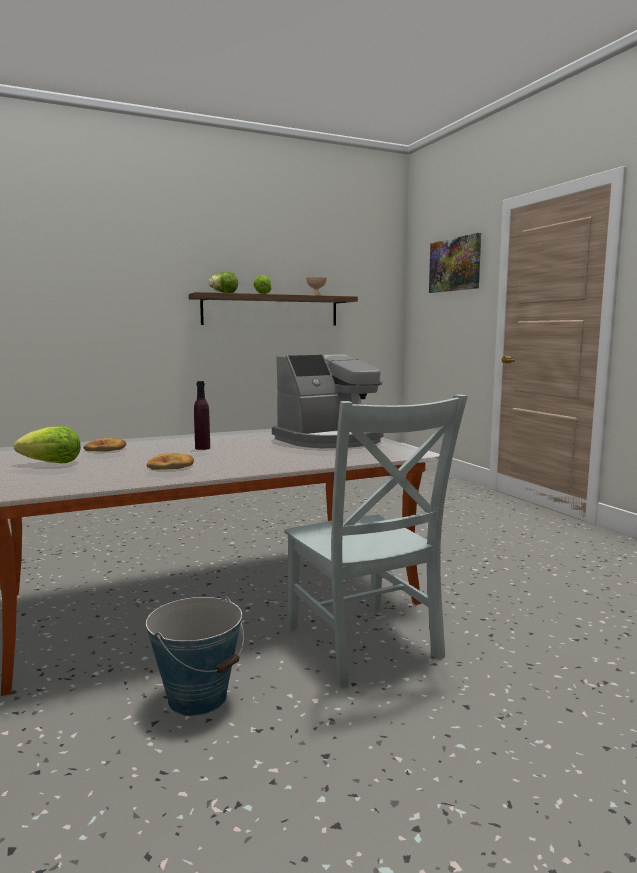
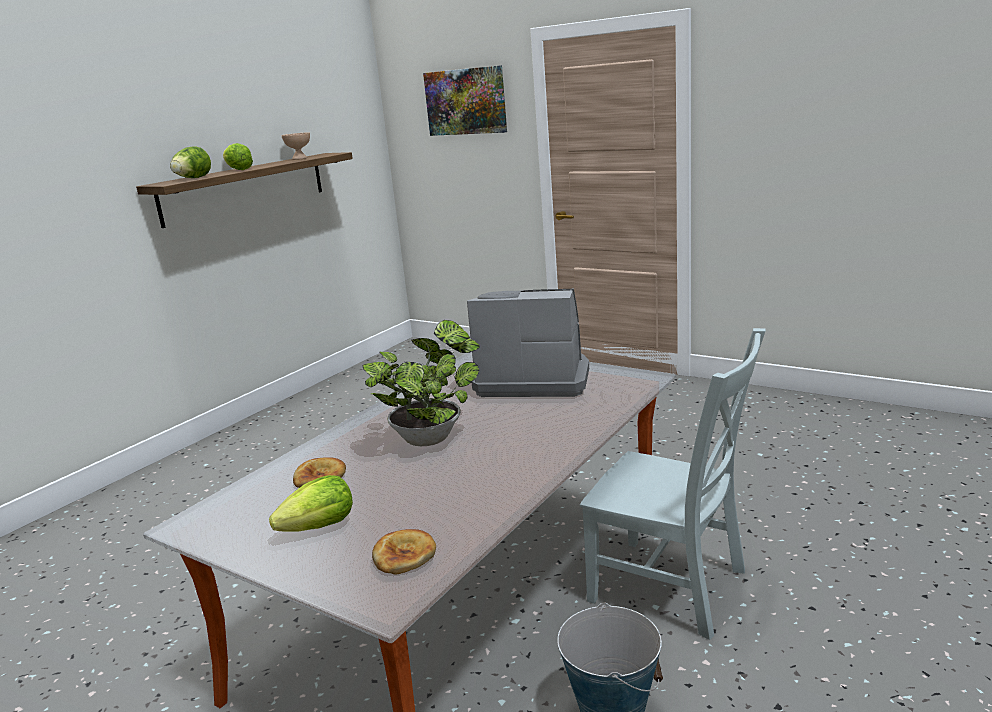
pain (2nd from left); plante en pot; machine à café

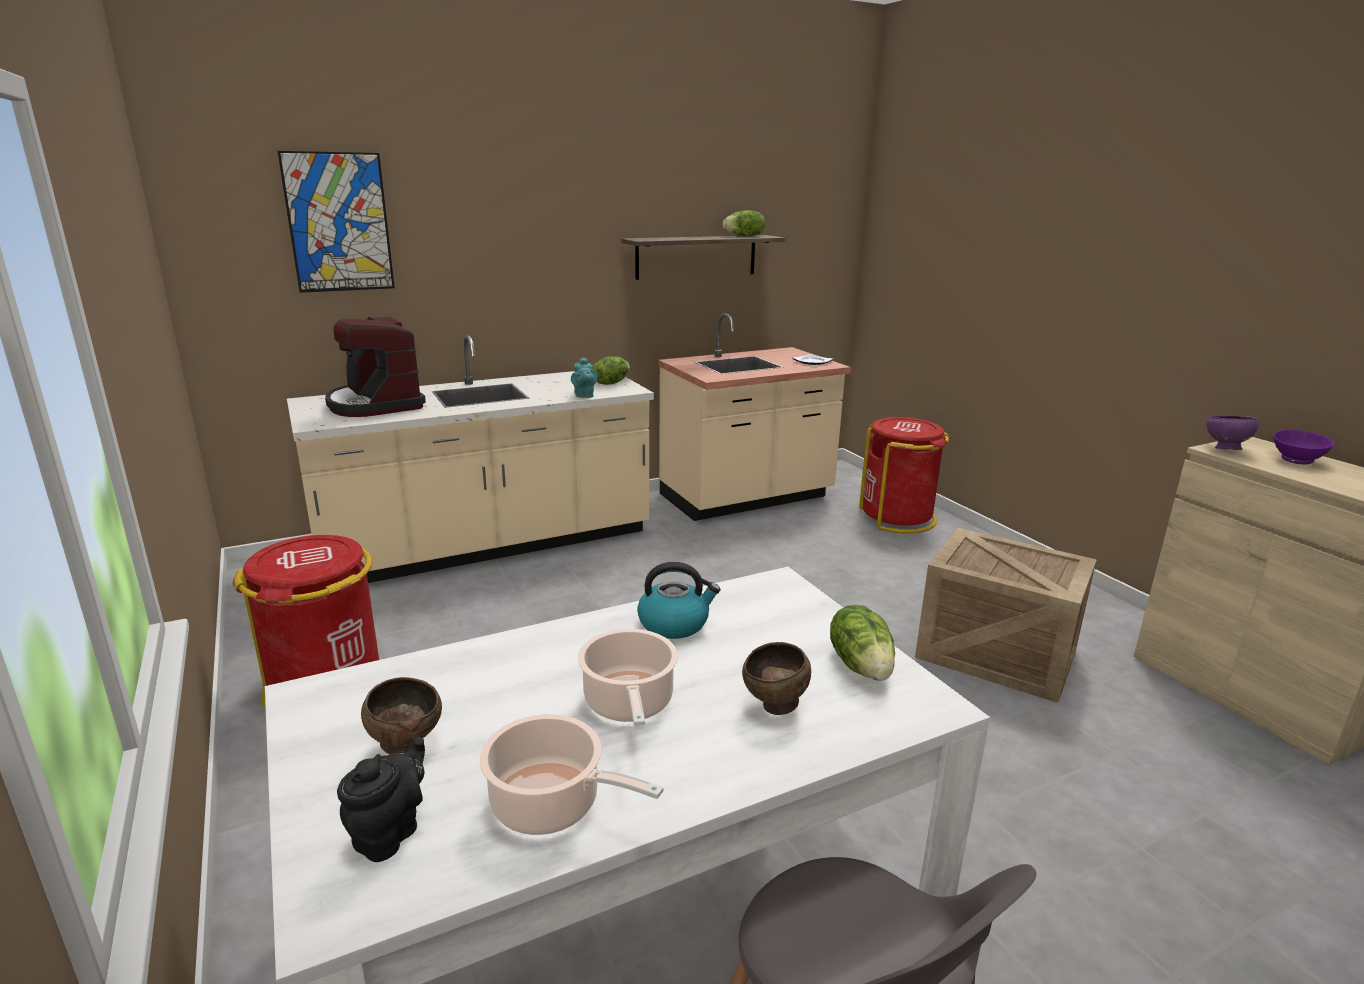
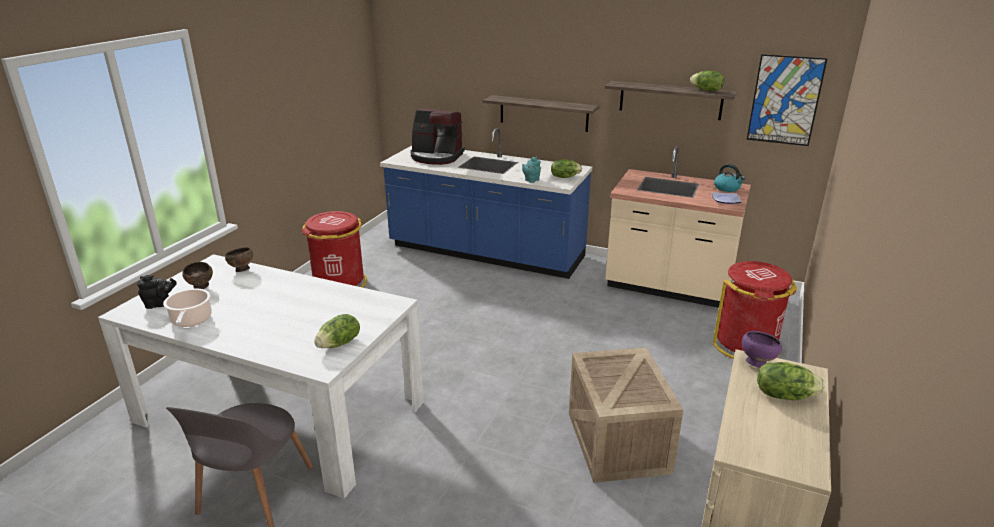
tableau; comptoir de cuisine [bleu]; machine à café; marmite (2nd from left in the first image); bouilloire; bol [marron] (2nd from left); laitue (4th from left); étagère (1st from left)

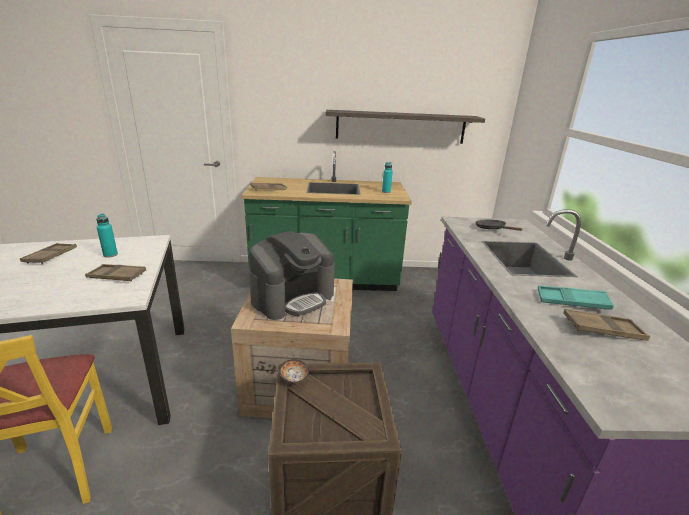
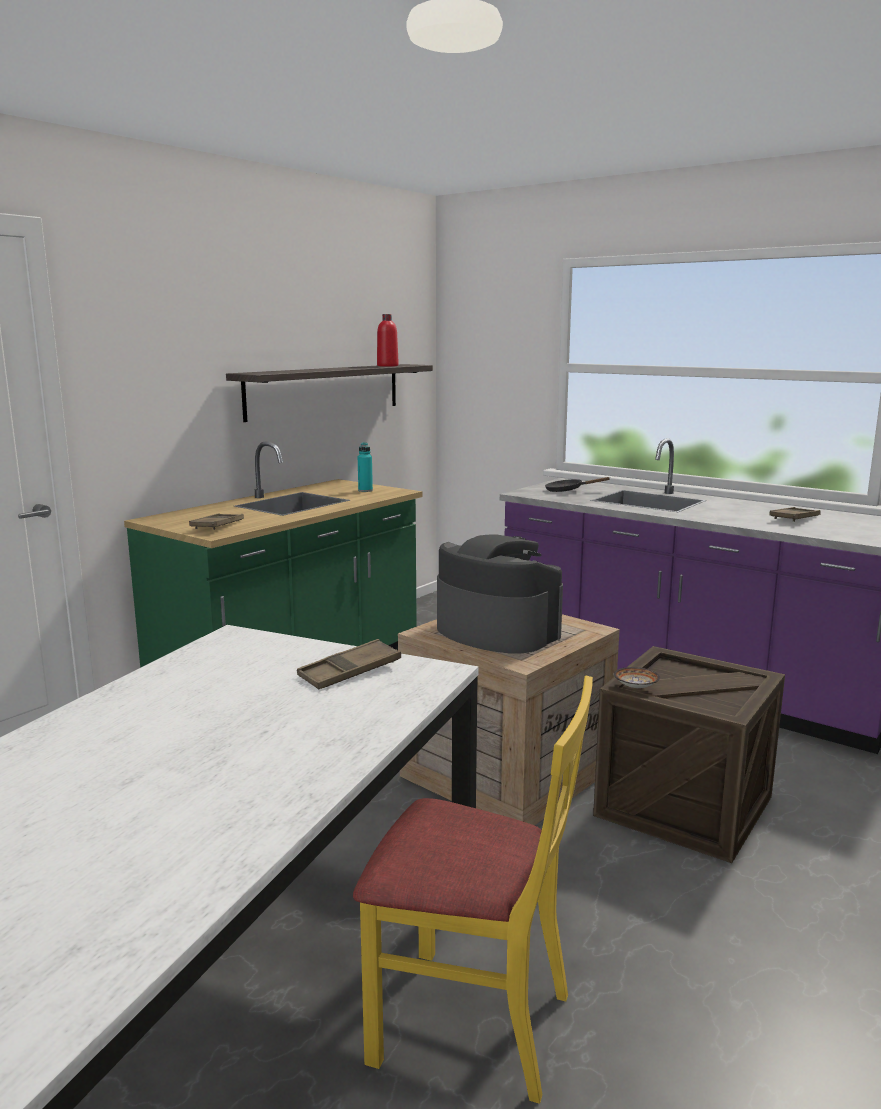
plateau [marron] (1st from left in the first image); bouteille [turquoise] (1st from left in the first image); machine à café; plateau [turquoise]; bouteille [rouge]

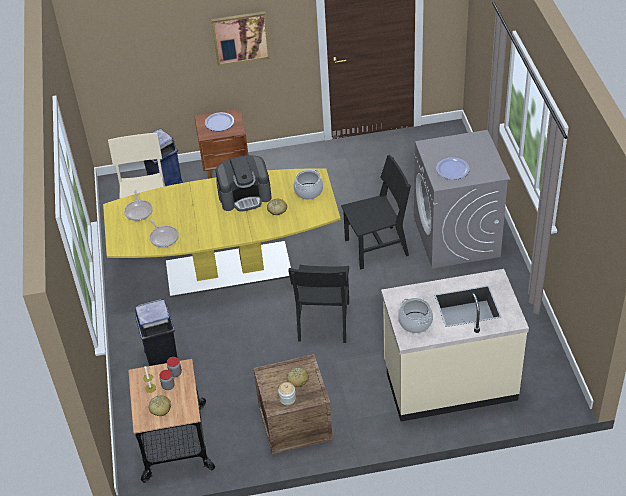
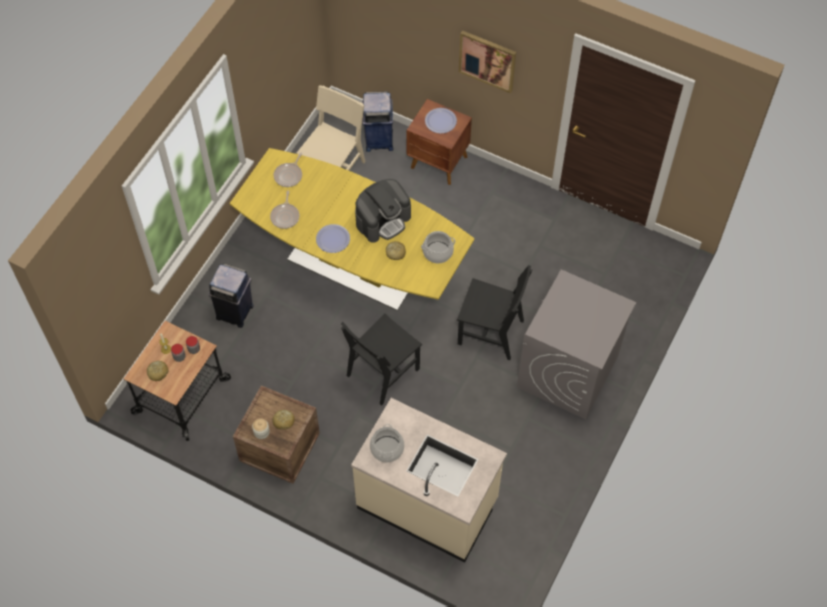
machine à café; assiette (1st from left)

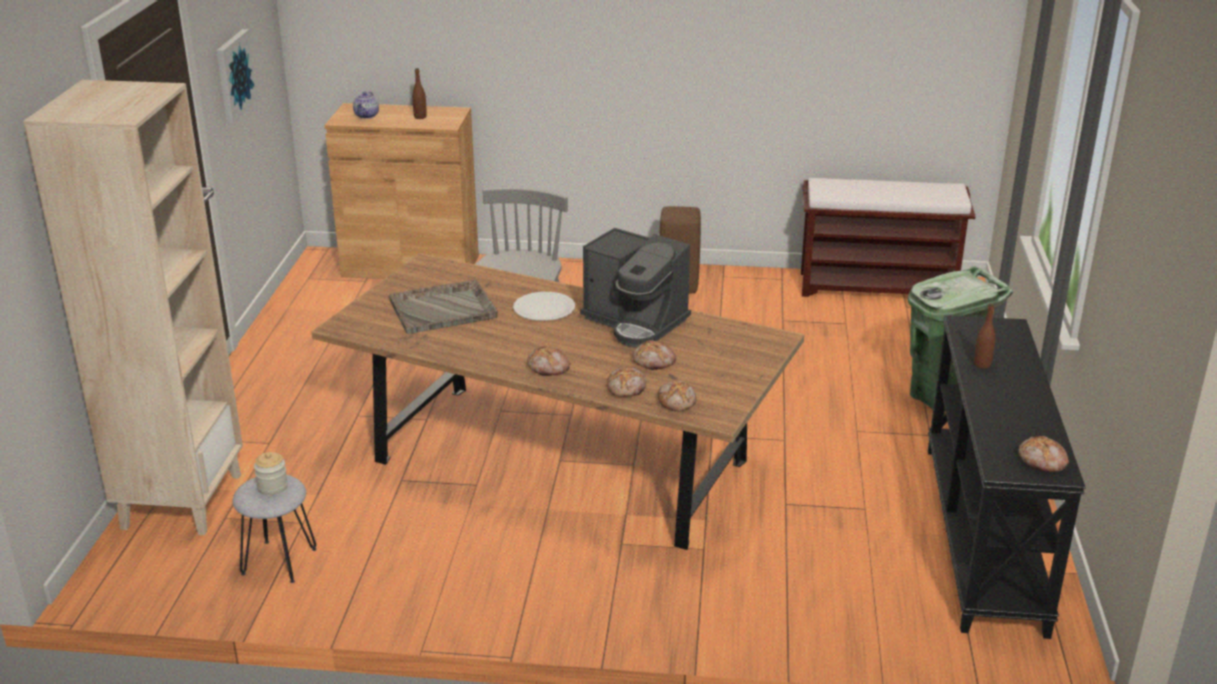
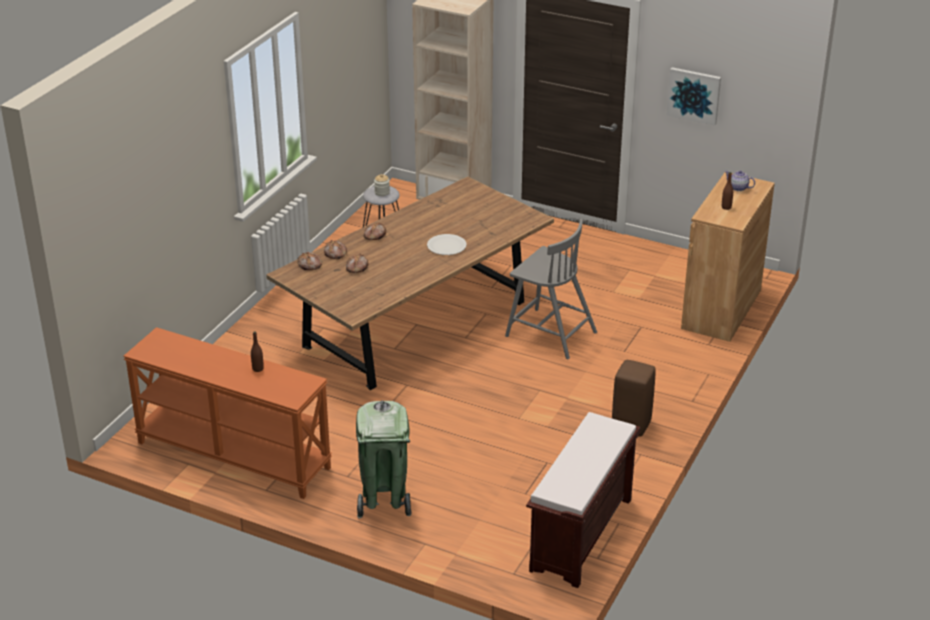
plateau [gris]; machine à café; table console [orange]; pain (5th from left in the first image)

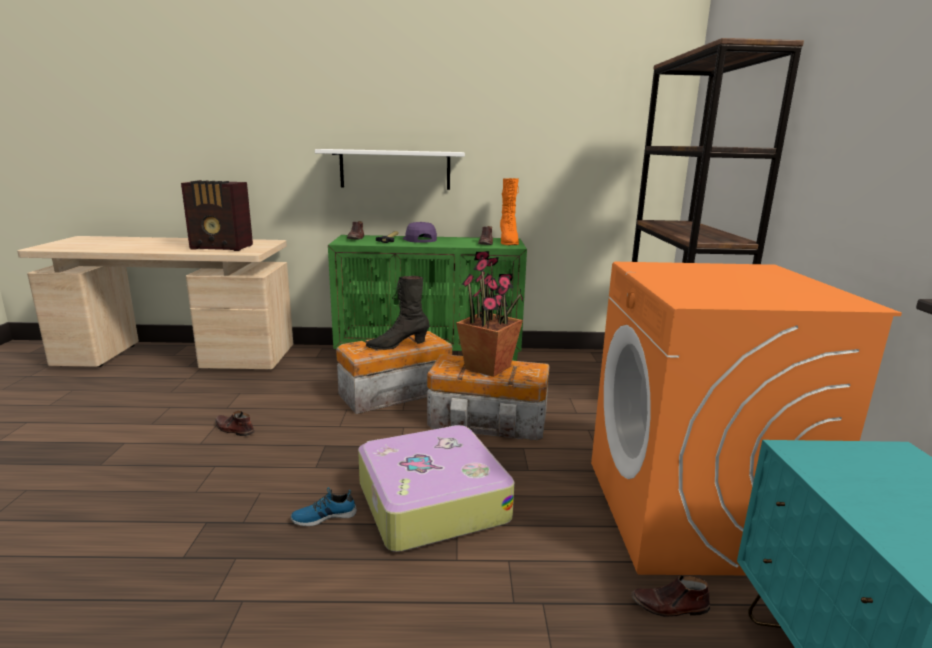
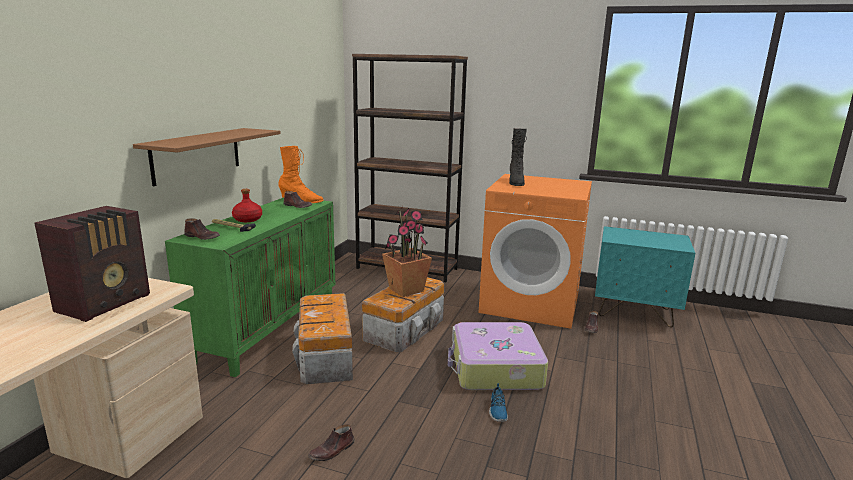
étagère [marron]; botte [noir]; bouteille [rouge]

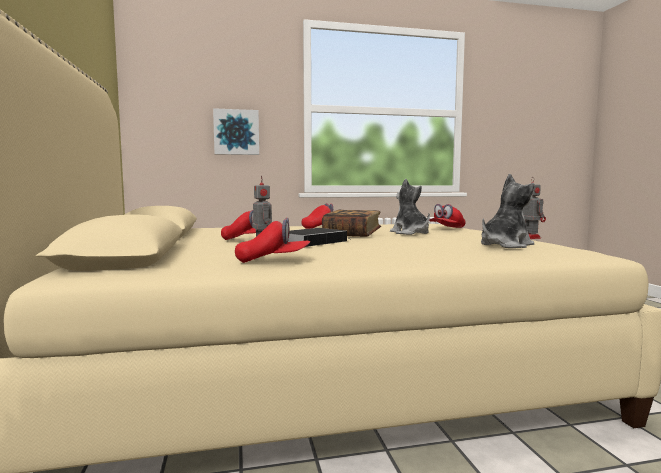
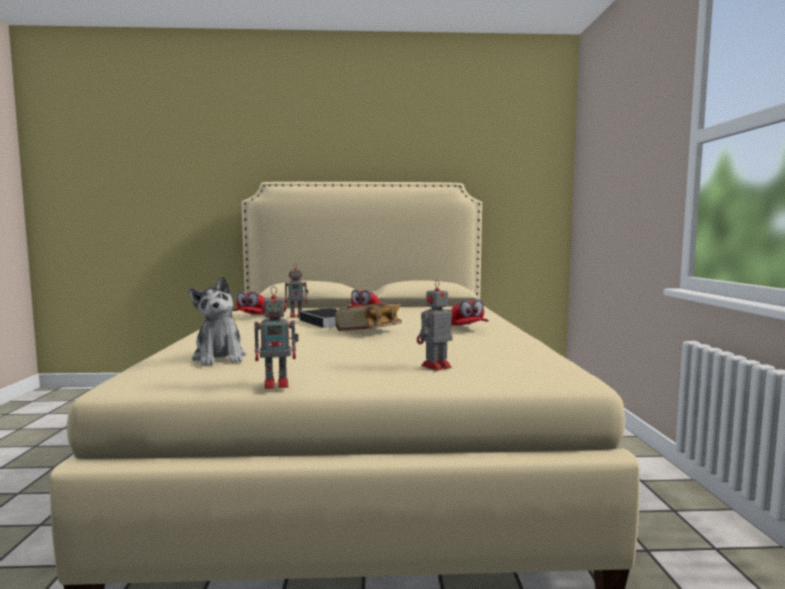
tableau; peluche (1st from left in the first image); robot jouet (3rd from left)

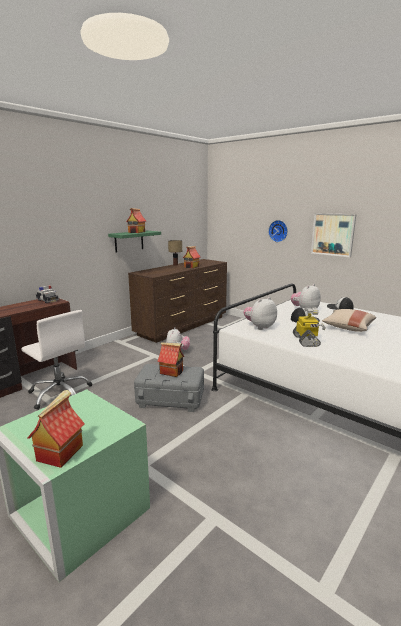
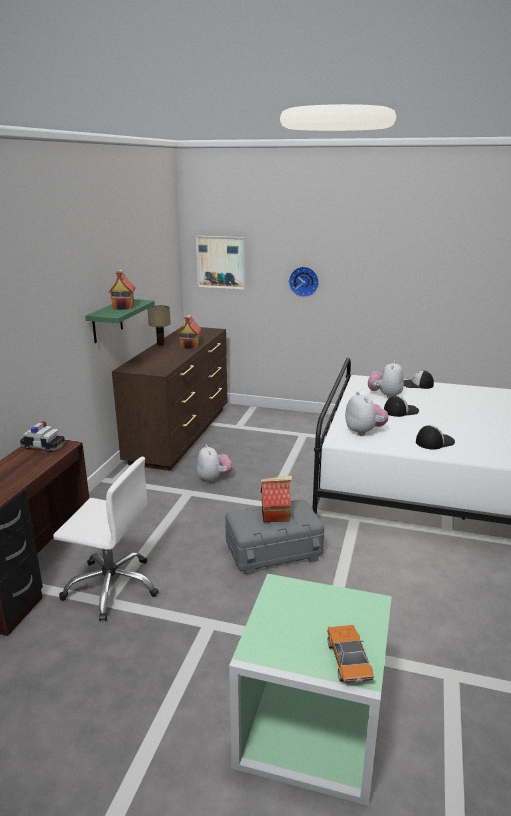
petite voiture (2nd from left); peluche (2nd from left); casquette (3rd from left); tableau; coussin [beige]

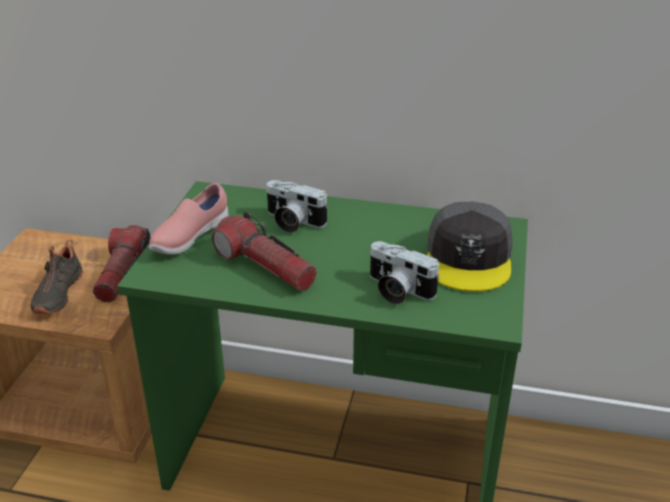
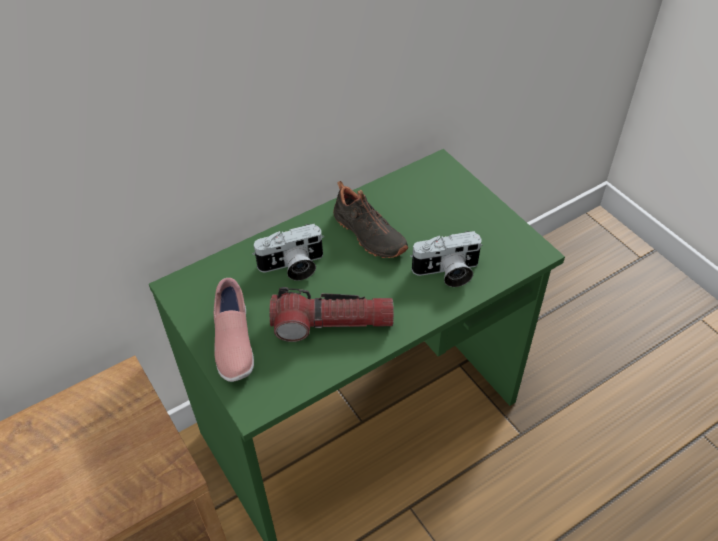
chaussure [noir]; lampe de poche (1st from left in the first image); casquette [gris]

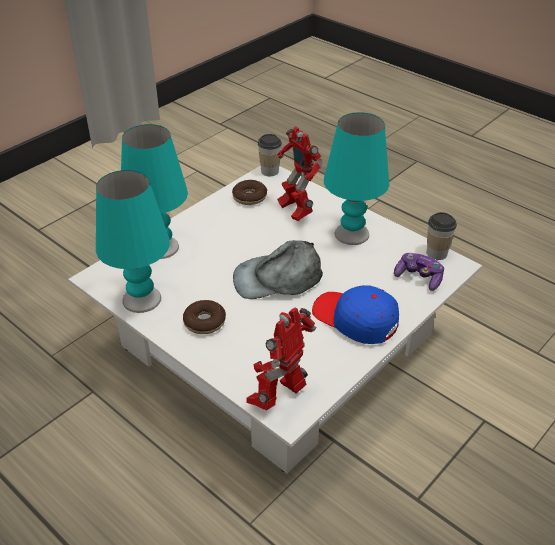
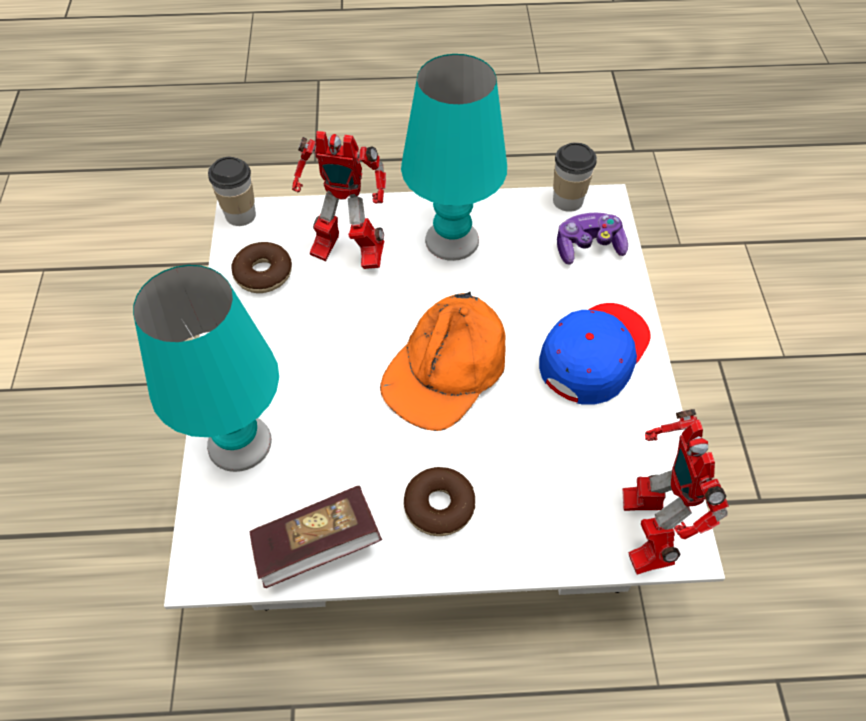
livre; casquette [orange]; casquette [bleu]

